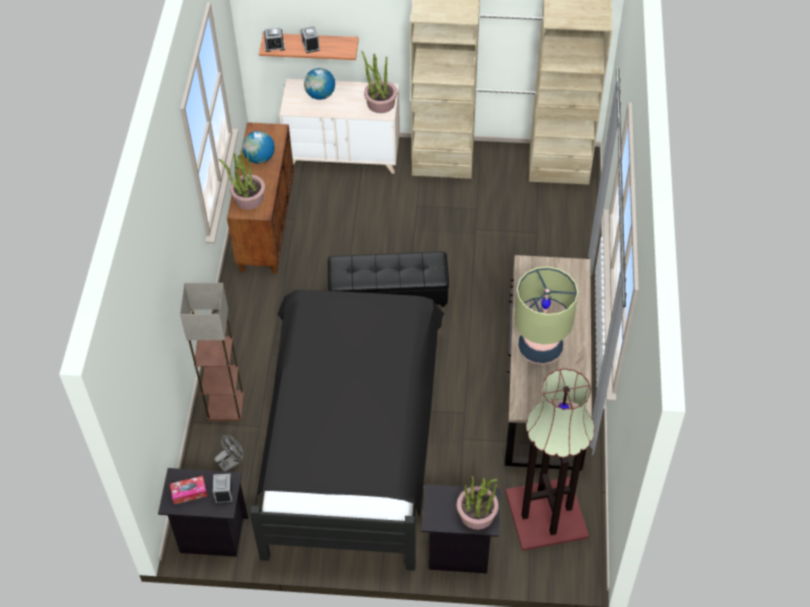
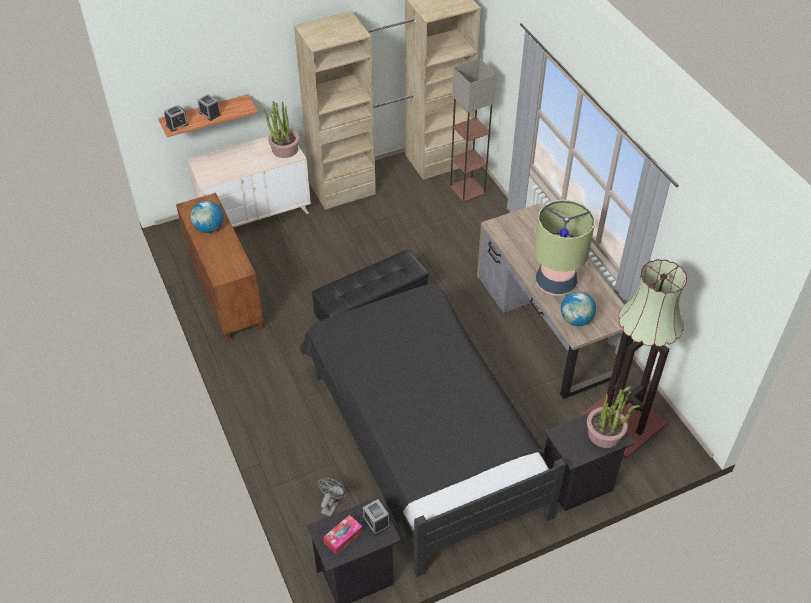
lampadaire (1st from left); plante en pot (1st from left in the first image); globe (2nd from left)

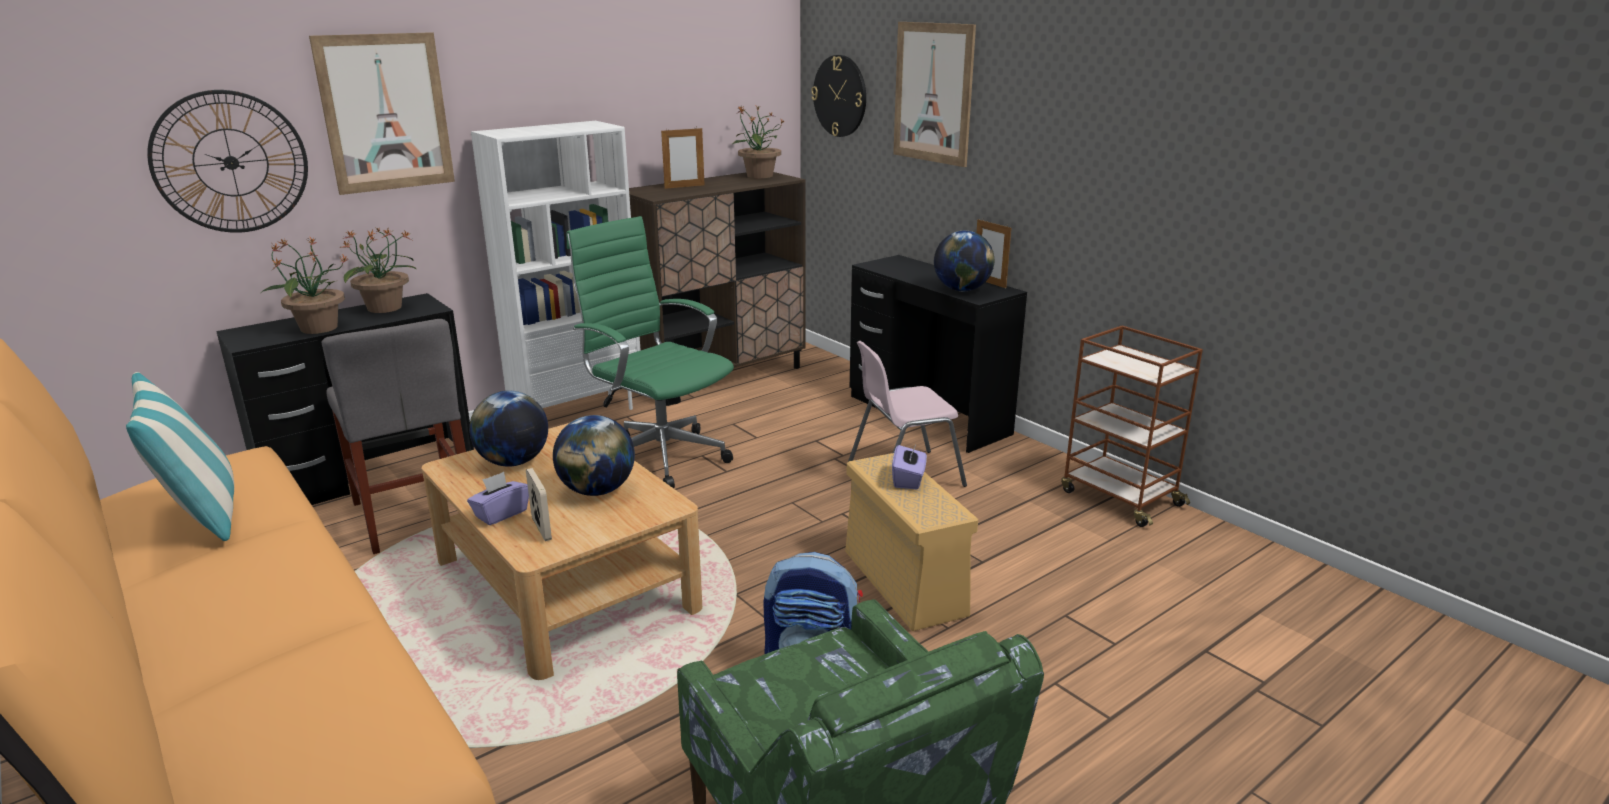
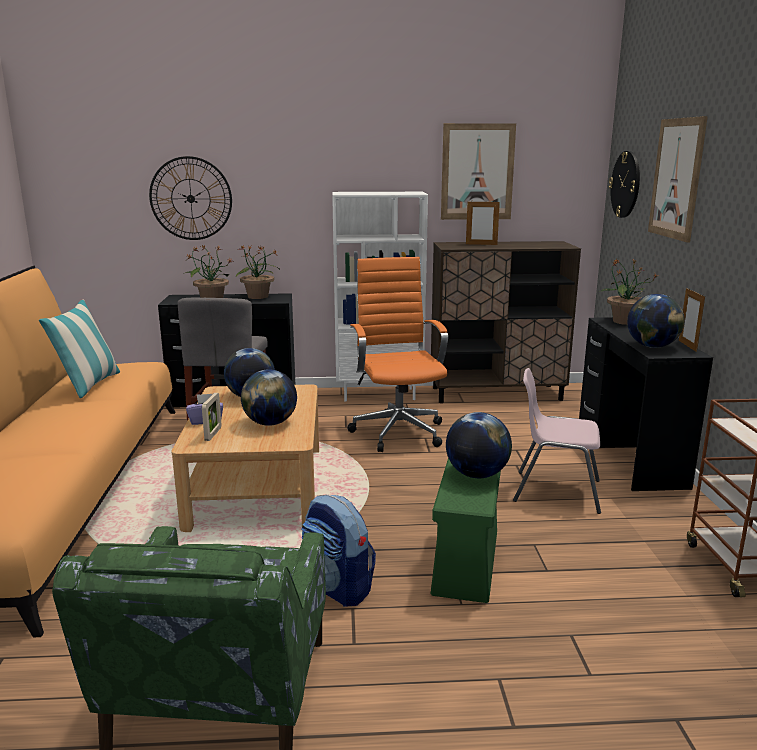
tableau (1st from left); chaise de bureau [orange]; plante en pot (3rd from left); boîte de rangement [vert]; globe (3rd from left)

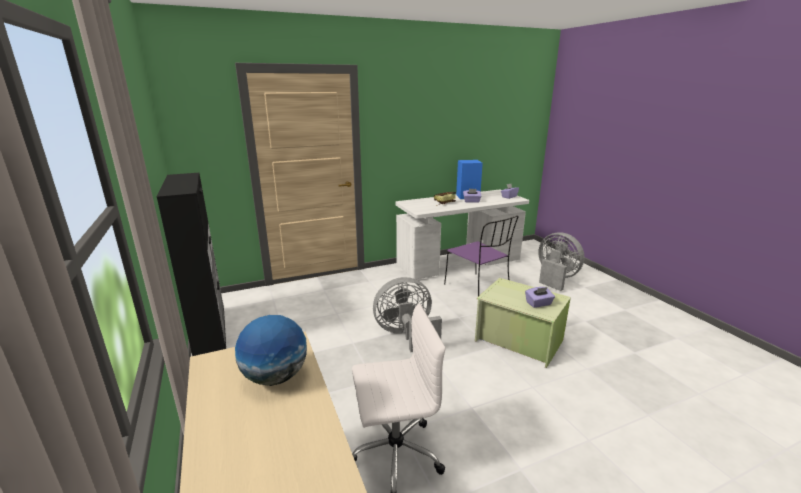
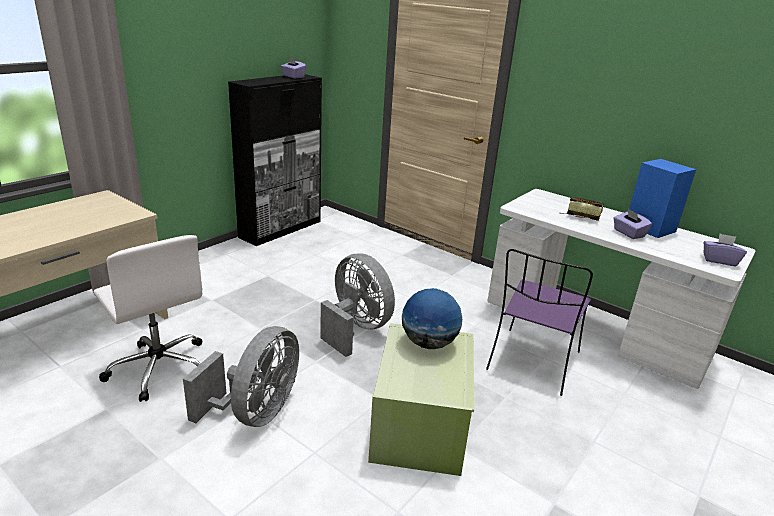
globe; boîte à mouchoirs [violet] (1st from left); ventilateur [gris] (1st from left)

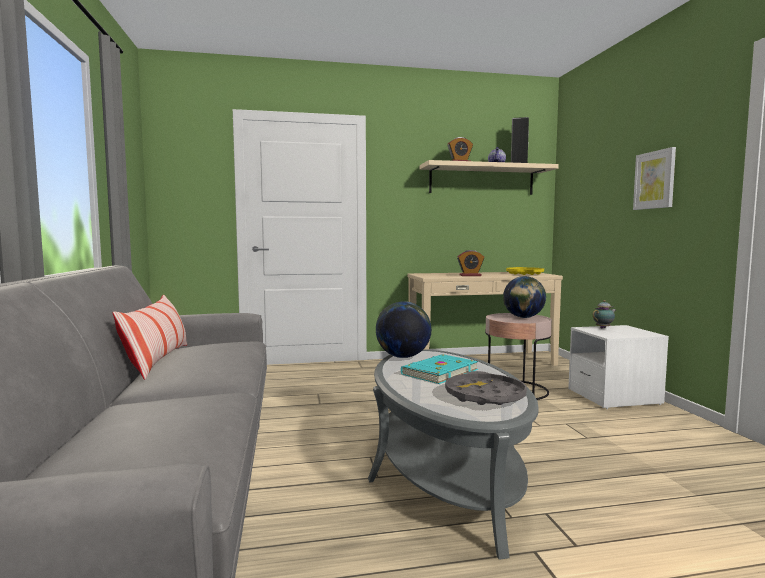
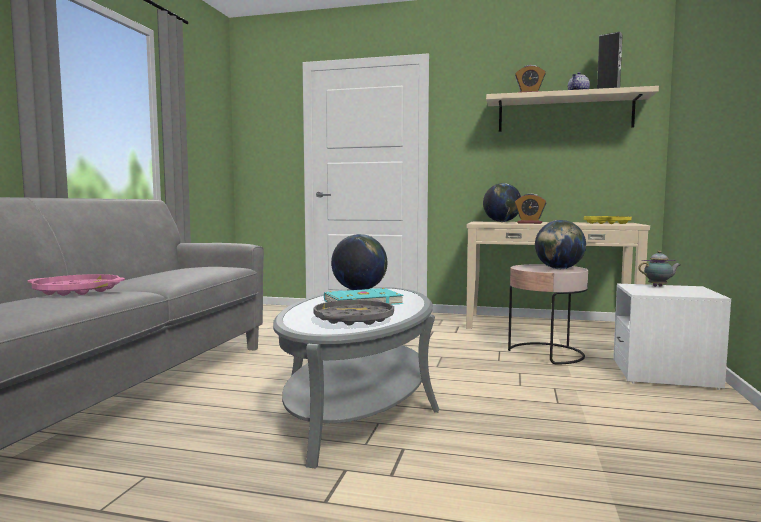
coussin; tableau; plateau [rose]; globe (2nd from left)

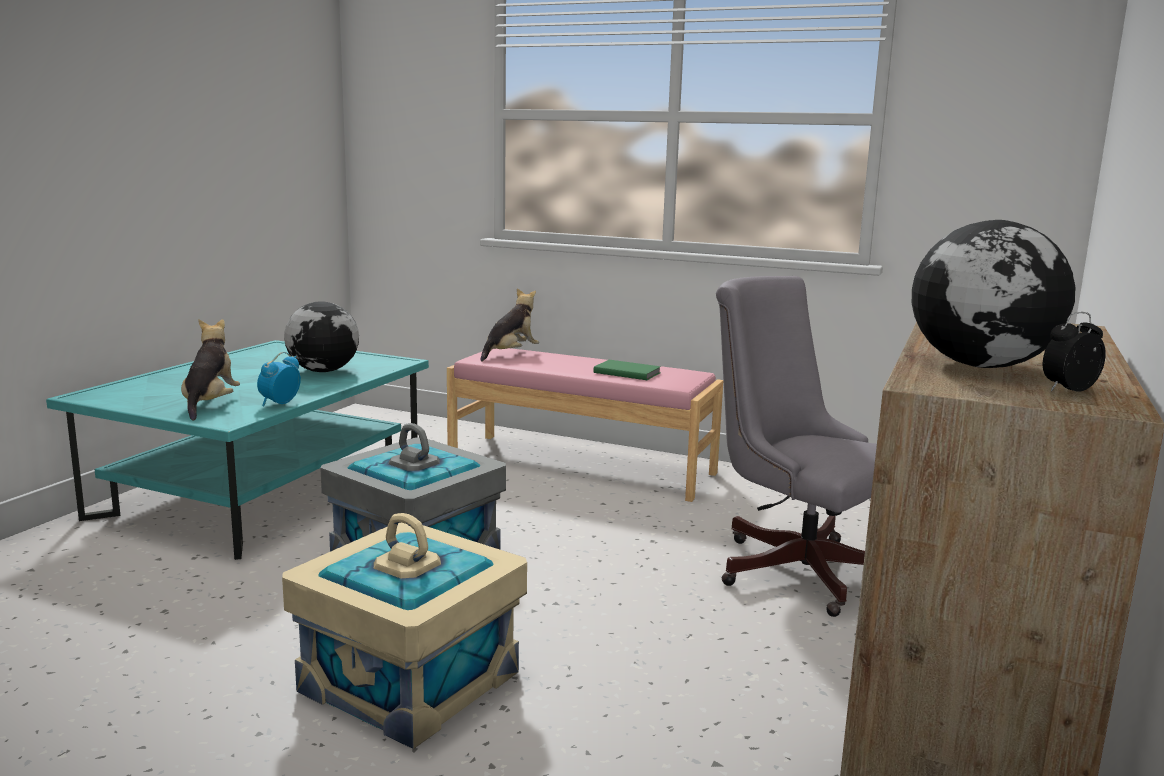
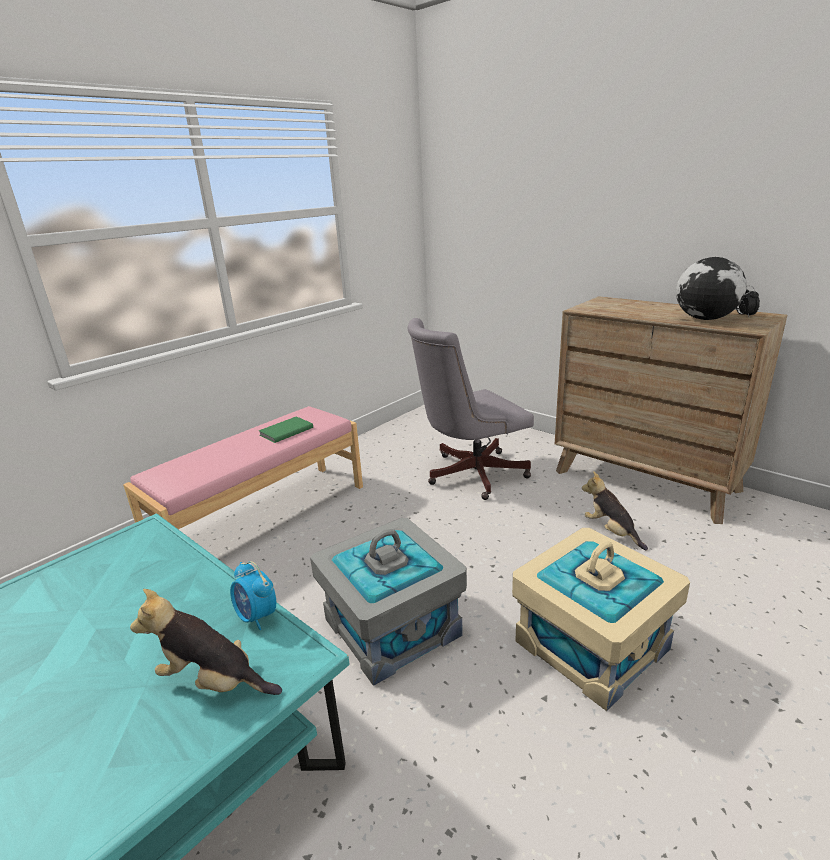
globe (1st from left in the first image); peluche (2nd from left)

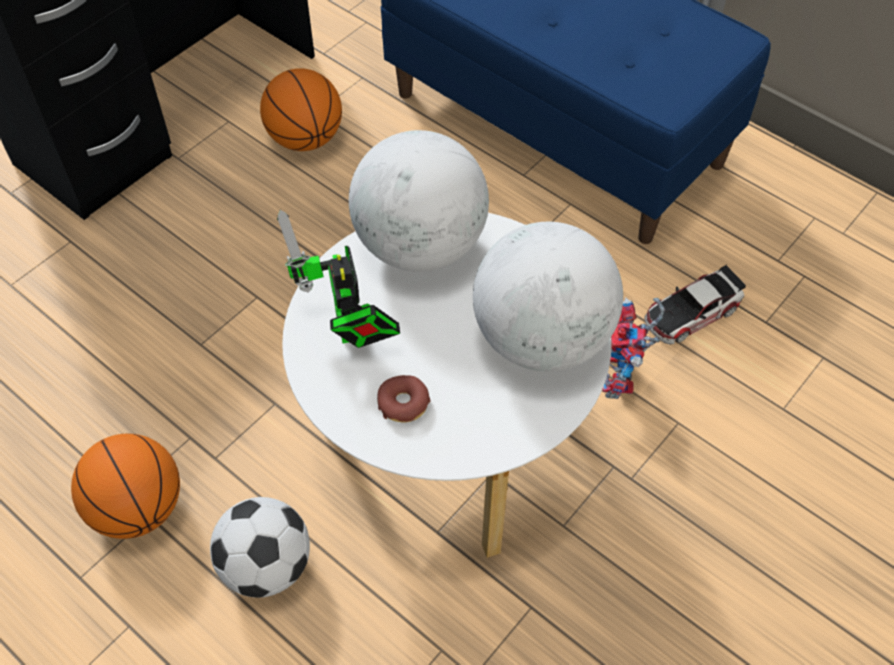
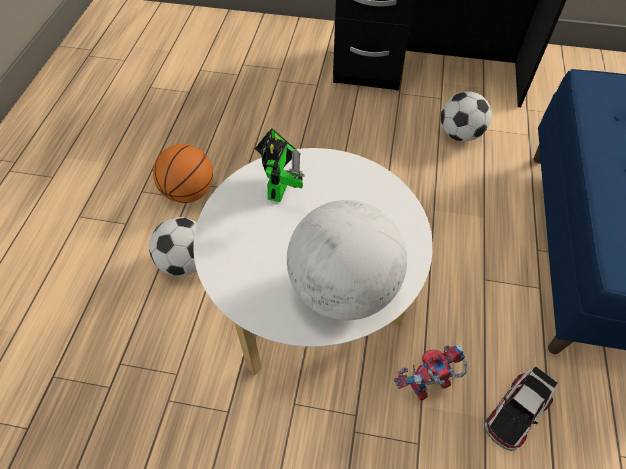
ballon de foot (2nd from left); robot jouet (1st from left); globe (1st from left in the first image); beignet; petite voiture

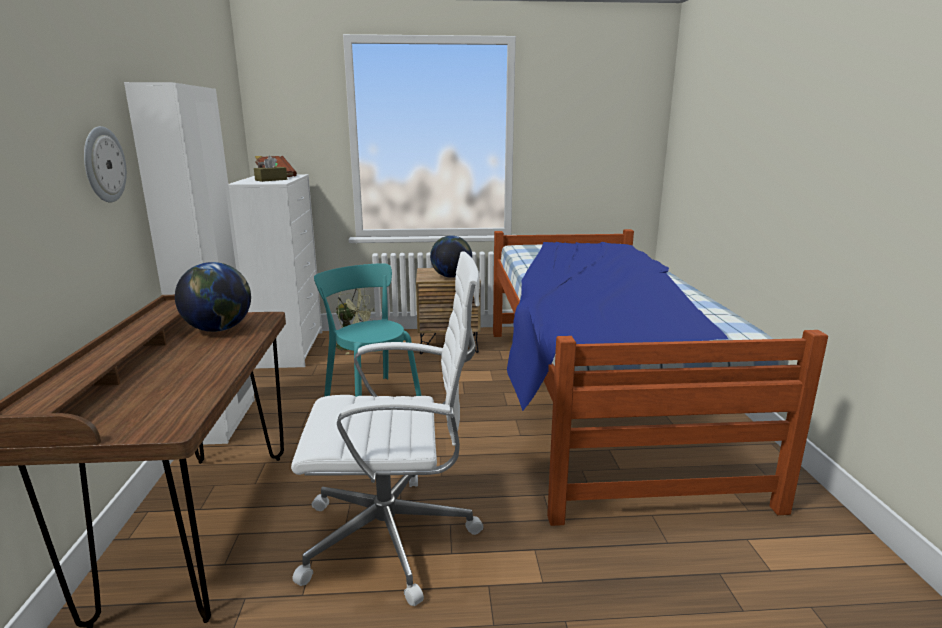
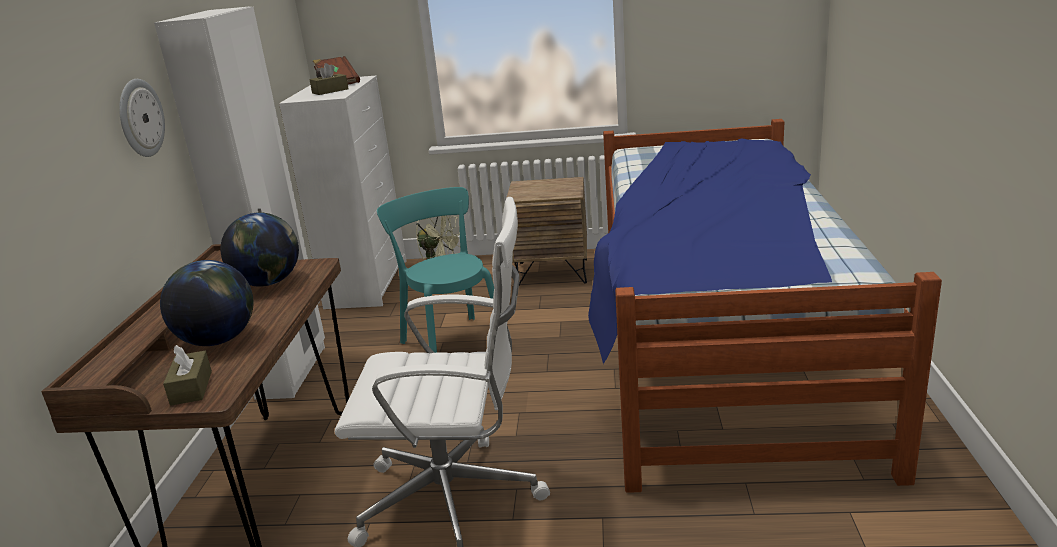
globe (1st from left); boîte à mouchoirs [marron] (1st from left)

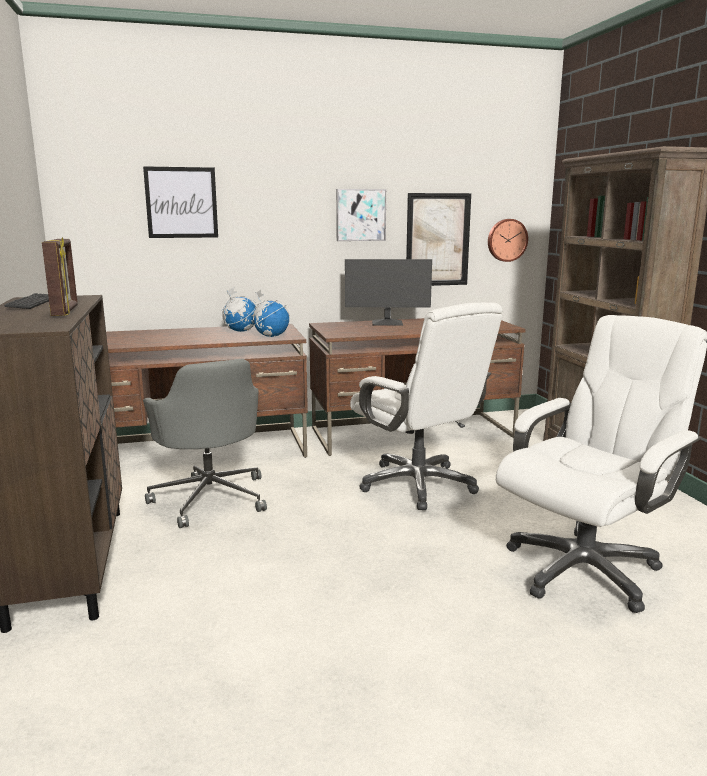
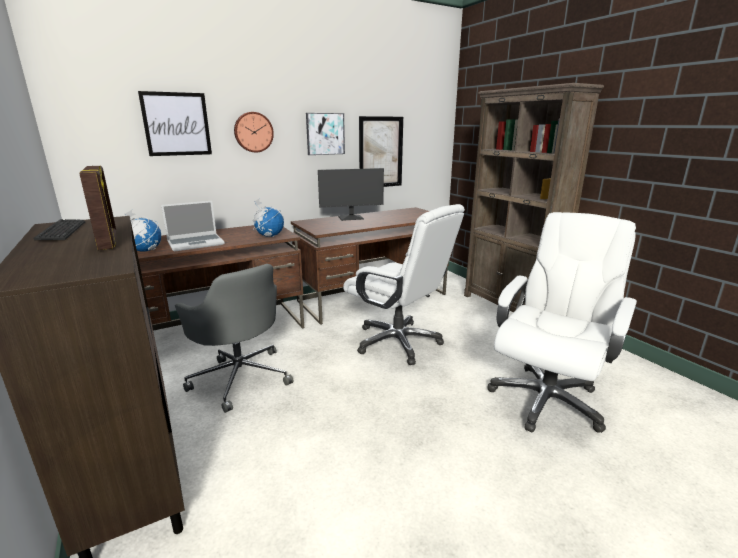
globe (1st from left); horloge murale; ordinateur portable

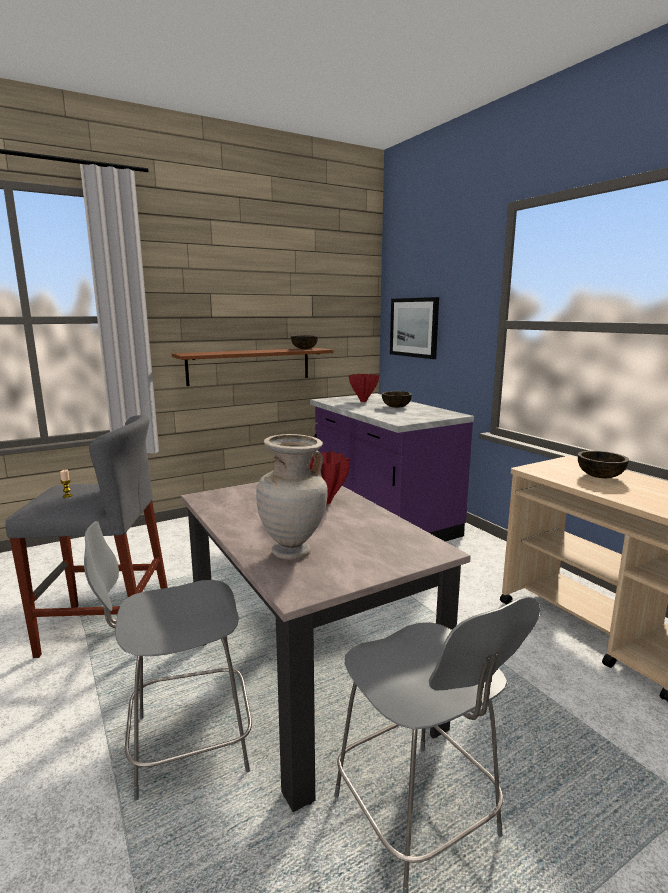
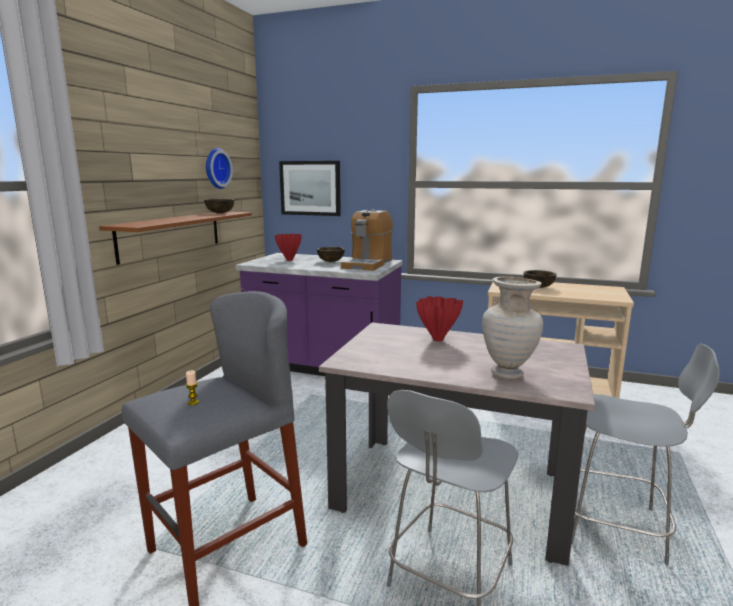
horloge murale; machine à café

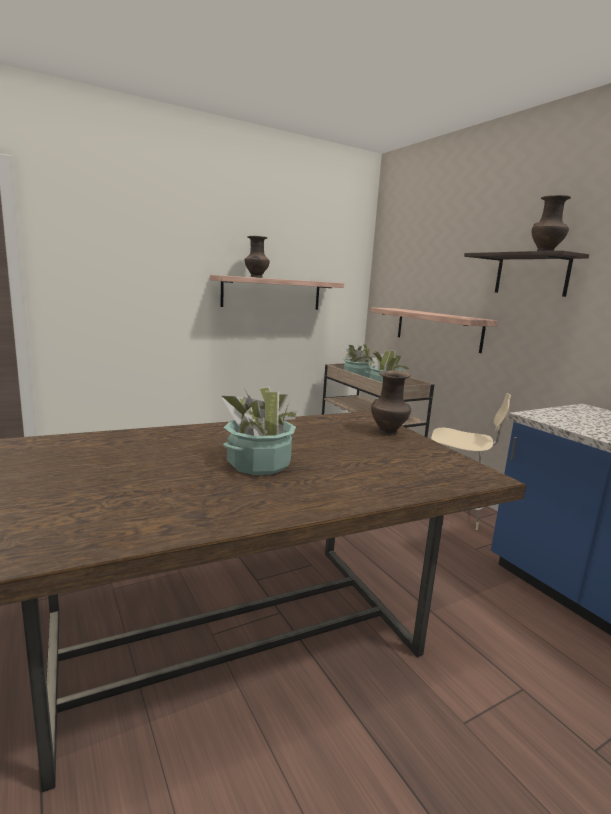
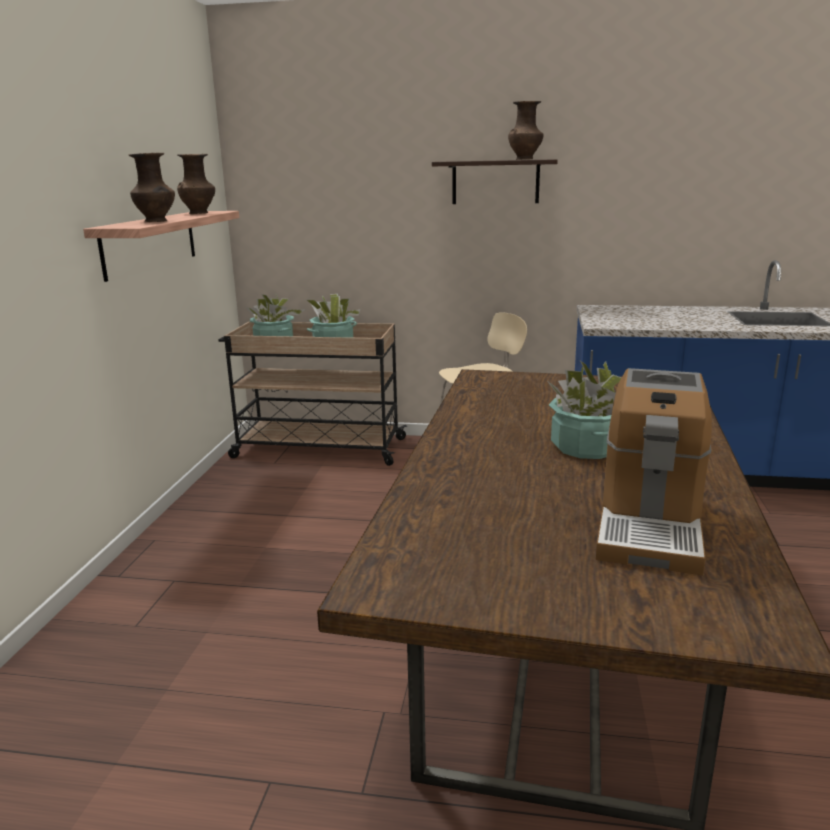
étagère (2nd from left in the first image); vase [marron] (2nd from left); machine à café

